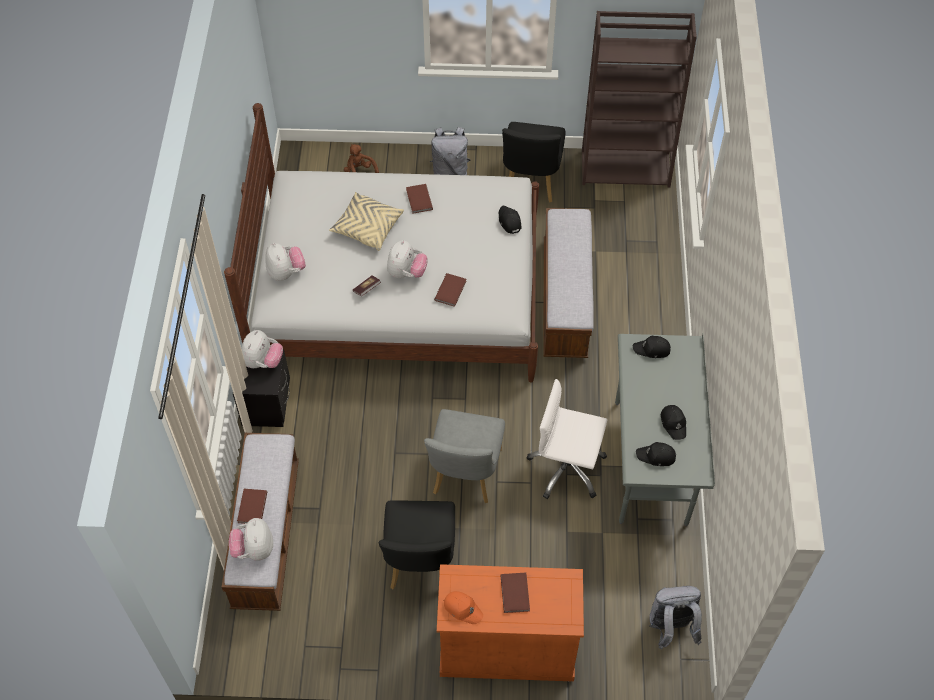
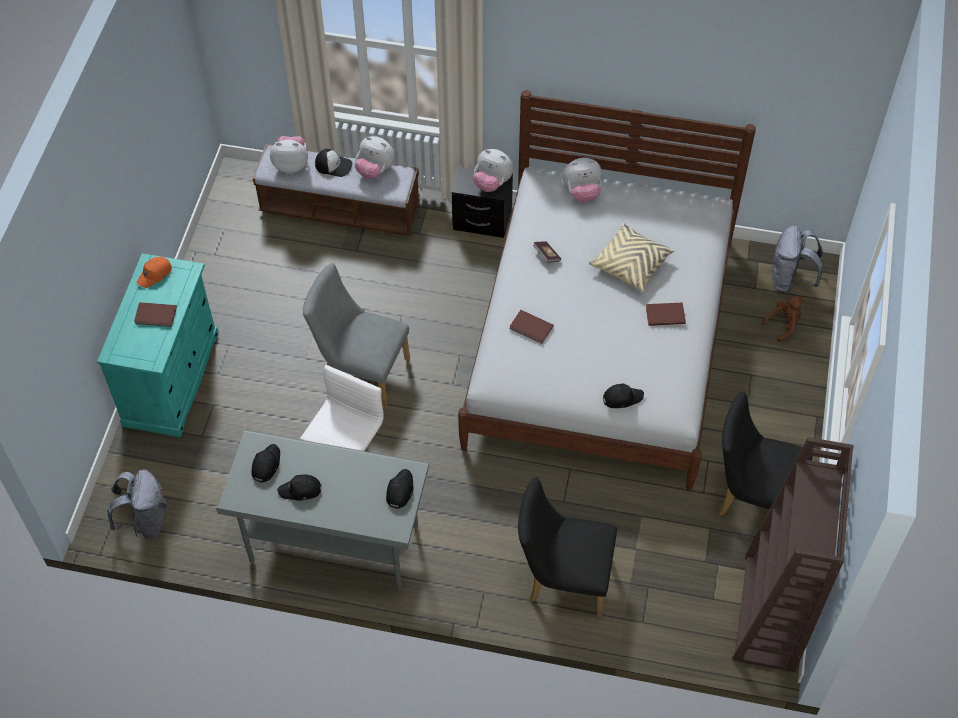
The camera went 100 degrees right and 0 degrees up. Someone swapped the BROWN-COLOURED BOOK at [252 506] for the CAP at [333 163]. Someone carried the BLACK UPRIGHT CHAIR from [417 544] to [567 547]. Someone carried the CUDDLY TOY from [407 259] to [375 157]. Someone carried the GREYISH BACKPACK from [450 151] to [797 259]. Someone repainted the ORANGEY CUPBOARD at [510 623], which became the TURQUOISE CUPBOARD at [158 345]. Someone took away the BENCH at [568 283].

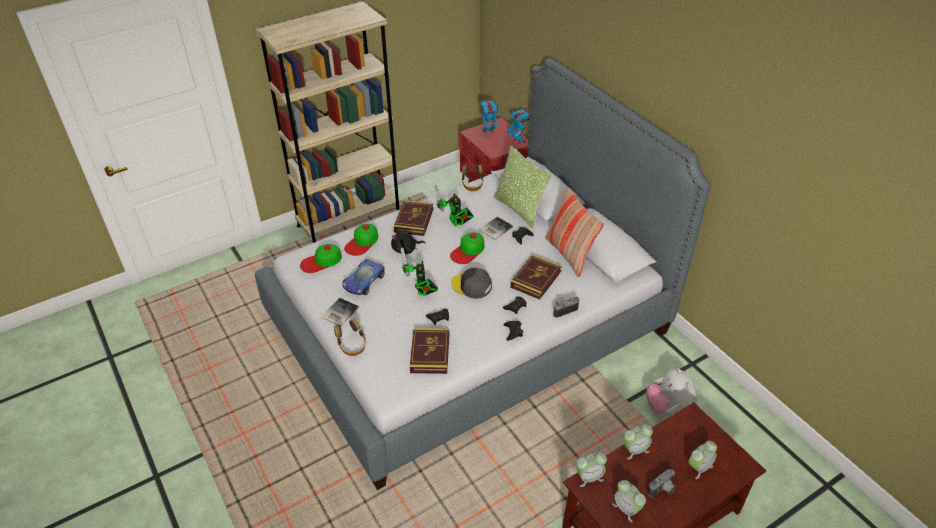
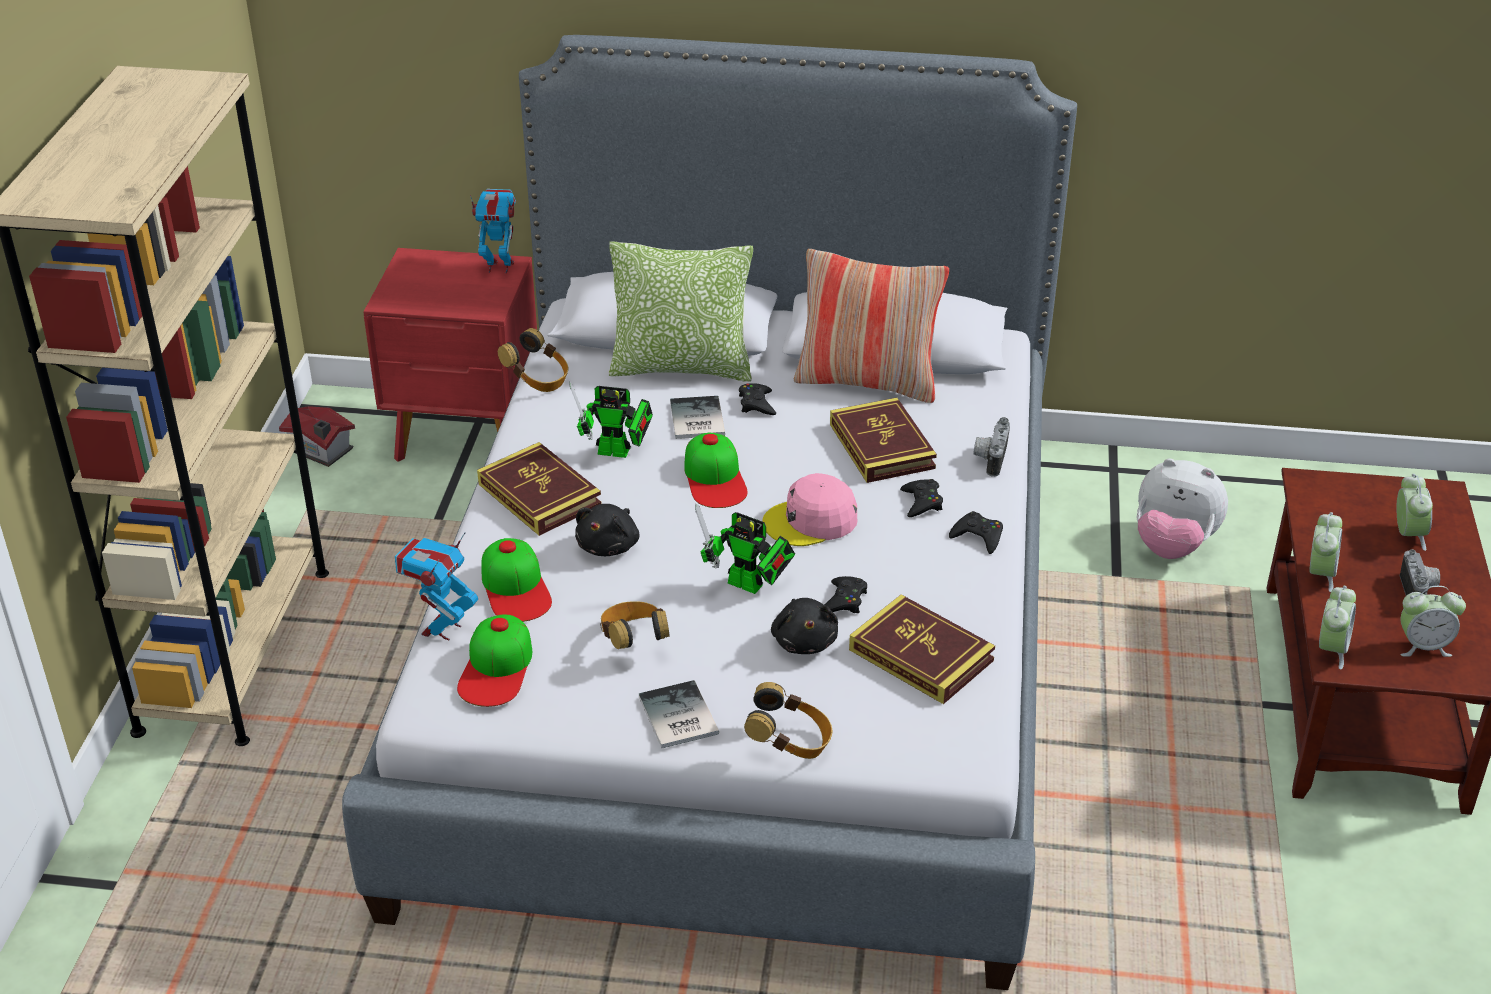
The camera went 50 degrees left and 5 degrees down. Someone swapped the TOY CAR at [363 277] for the HEADPHONES at [635 625]. Someone repainted the GREYISH CAP at [471 283], which became the PINK-COLOURED CAP at [810 509]. Someone carried the MODEL ROBOT from [489 116] to [436 586]. Someone put down the TOY HOUSE at [317 436]. Someone put down the BLACK CUDDLY TOY at [804 626].

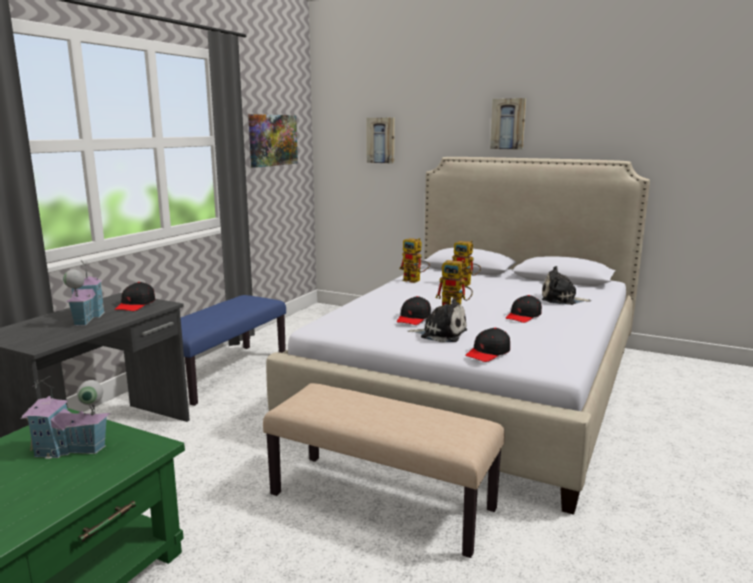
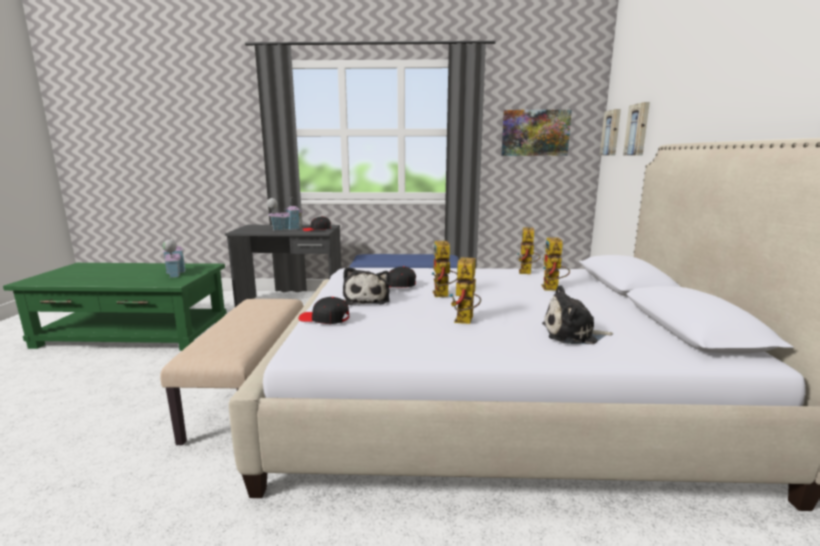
The camera went 65 degrees right and 0 degrees up. Someone carried the WALL ART from [508 124] to [610 132]. Someone swapped the BLACK CAP at [524 309] for the MODEL ROBOT at [465 290]. Someone rotated the CUDDLY TOY at [566 285] by 75 degrees counterclockwise.

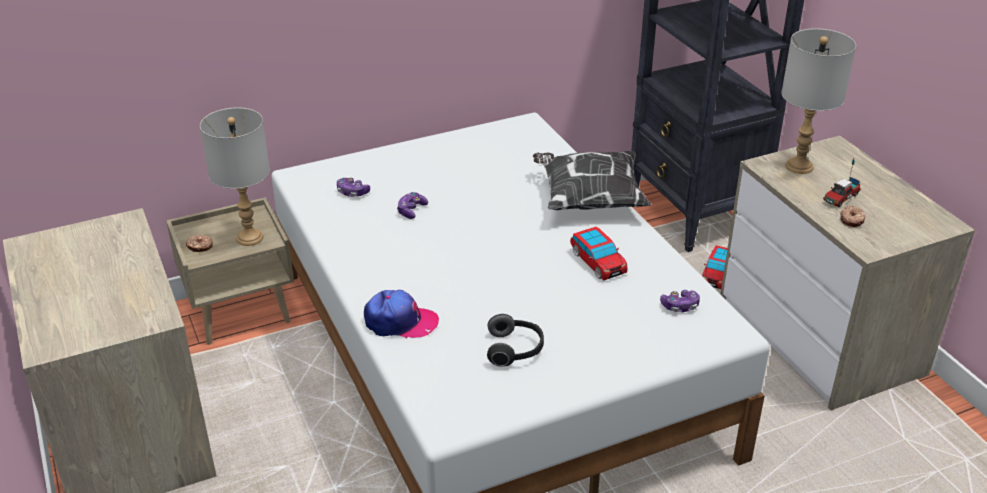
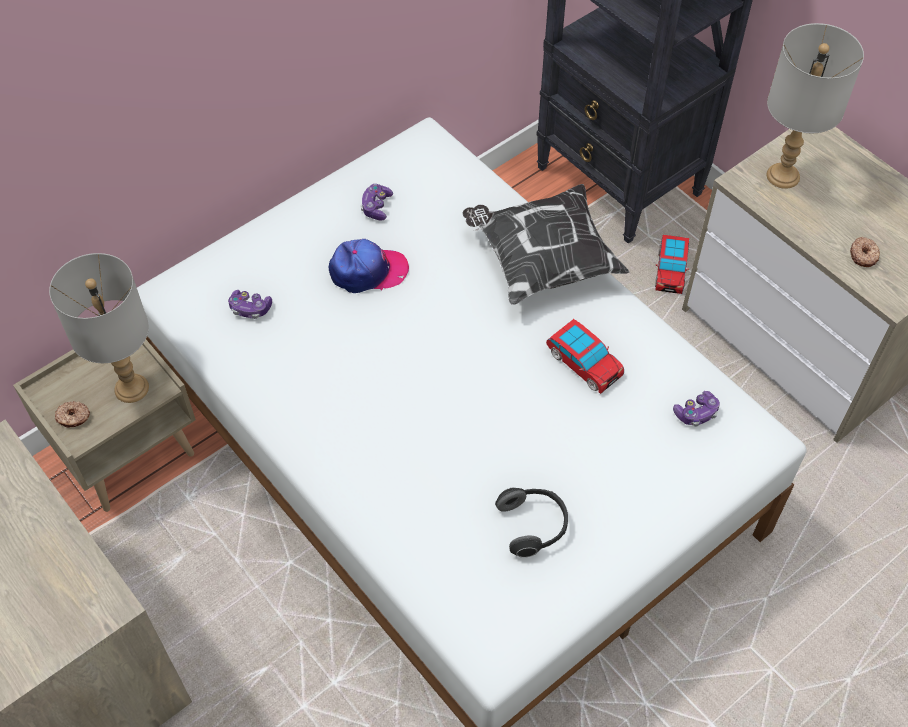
The camera went 15 degrees left and 20 degrees up. Someone carried the CAP from [401 314] to [369 266]. Someone carried the JOYPAD from [412 205] to [376 202]. Someone took away the TOY TRUCK at [842 183].

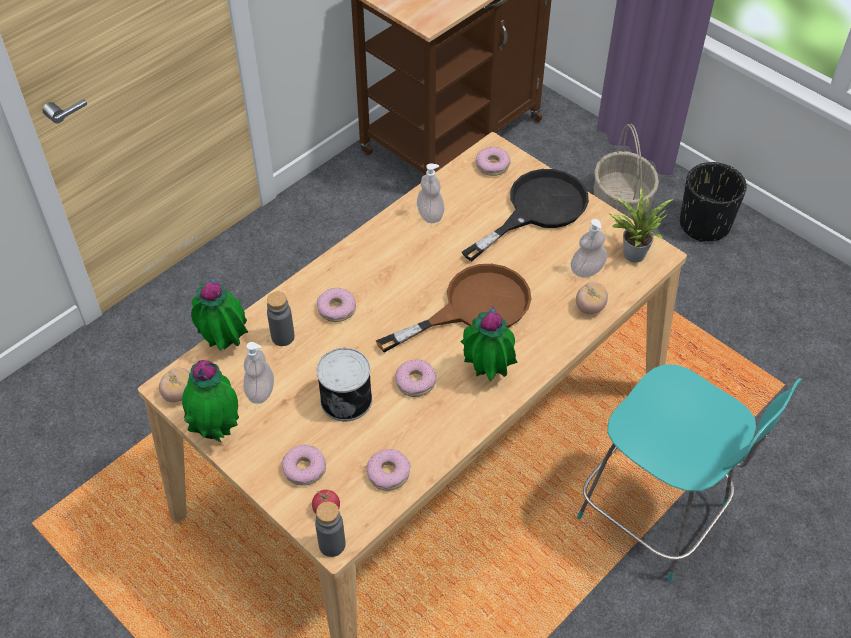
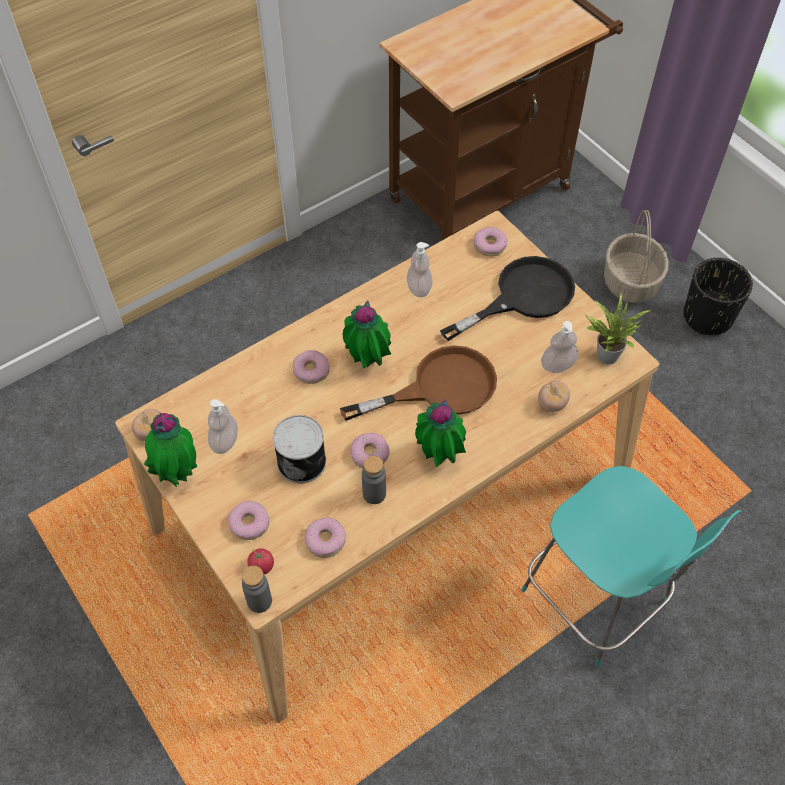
The camera went 10 degrees right and 5 degrees up. Someone carried the HOUSEPLANT from [219 313] to [367 334]. Someone carried the GREYISH DRINK BOTTLE from [281 319] to [374 480].

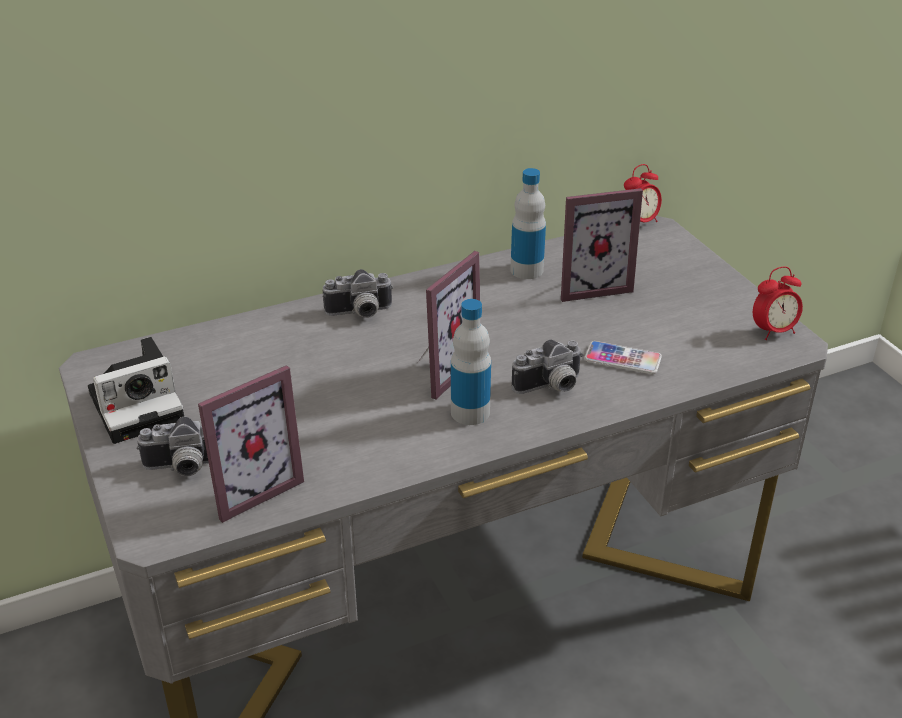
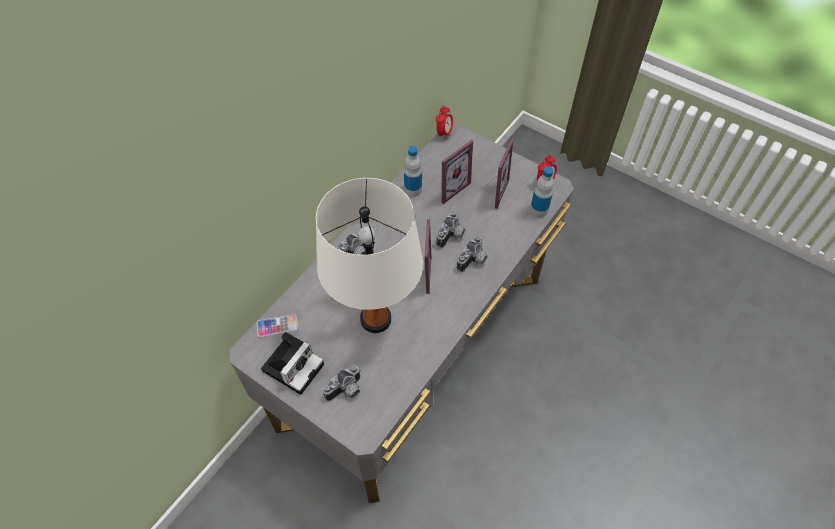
The camera went 30 degrees left and 20 degrees up. Someone carried the STANDING FRAME from [251 444] to [497 173]. Someone carried the DRINK BOTTLE from [471 362] to [542 191]. Someone carried the PHONE from [623 357] to [277 326]. Someone put down the WHITE LAMP FOR A TABLE at [369 255]. Someone put down the PHOTO CAMERA at [451 229].

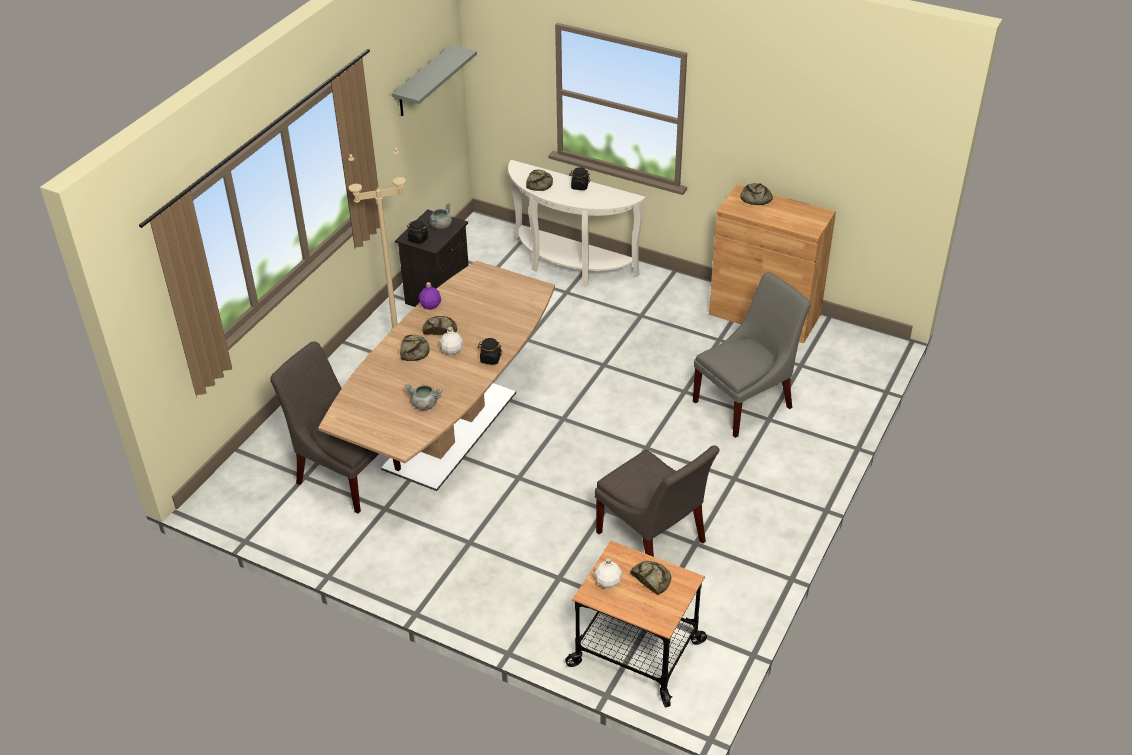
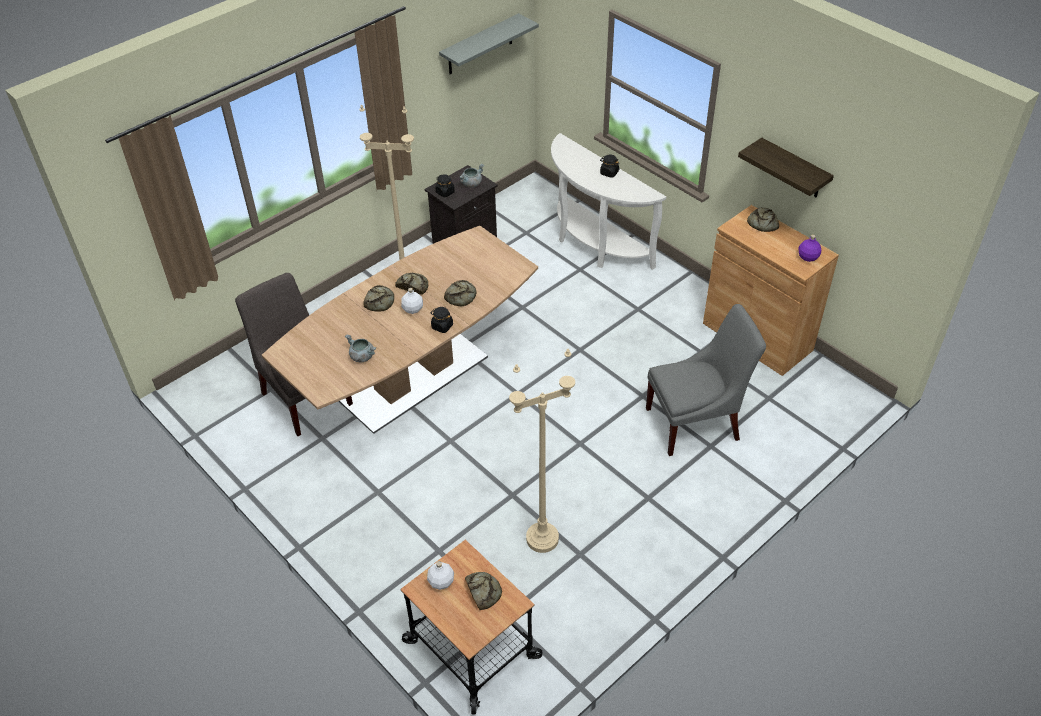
The camera went 20 degrees right and 5 degrees up. Someone carried the PURPLISH DRINK BOTTLE from [430 295] to [809 248]. Someone carried the BAKERY BREAD from [539 180] to [460 293]. Someone swapped the GREYISH UPRIGHT CHAIR at [657 501] for the BEIGE FLOOR LAMP at [542 451]. Someone put up the BRACKET SHELF at [786 167].

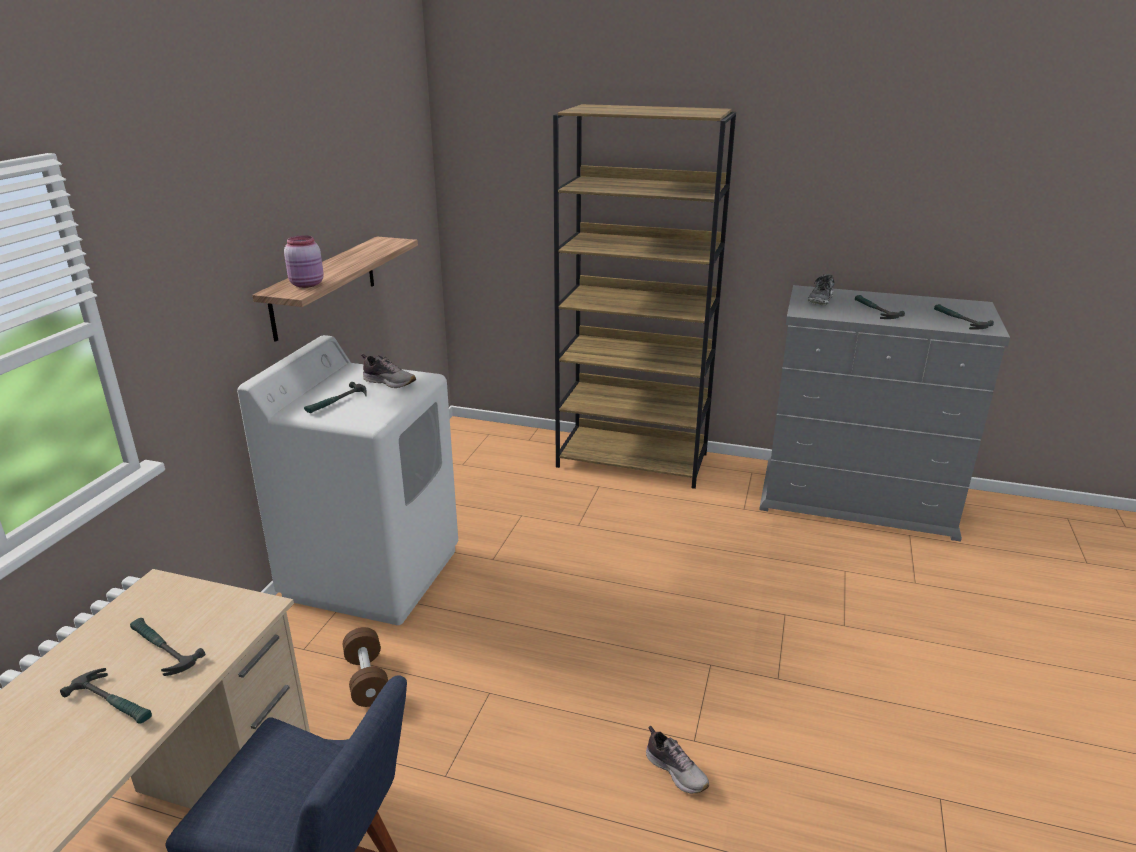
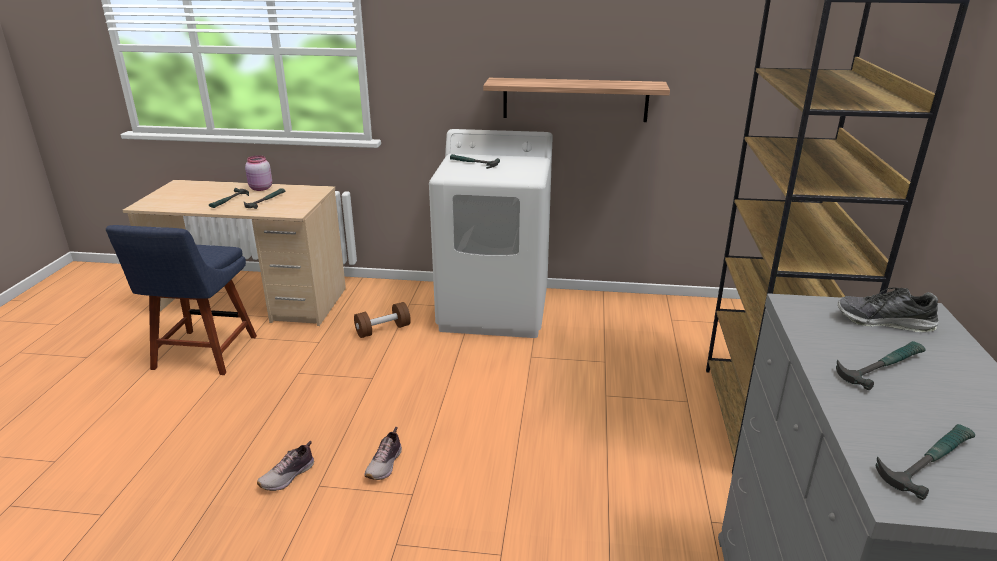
The camera went 80 degrees right and 0 degrees up. Someone carried the PINK-COLOURED JAR from [304 261] to [258 173]. Someone carried the ITEM OF FOOTWEAR from [388 371] to [383 453].

